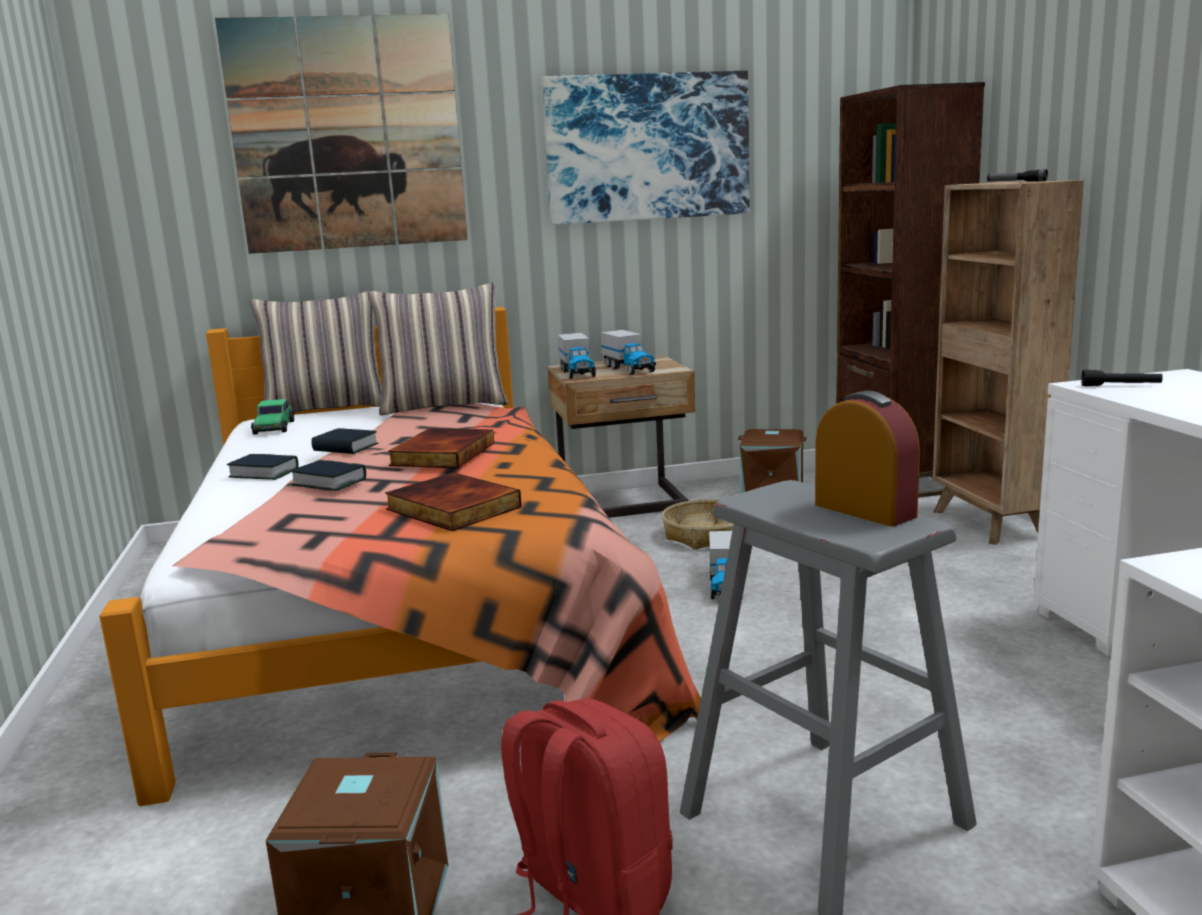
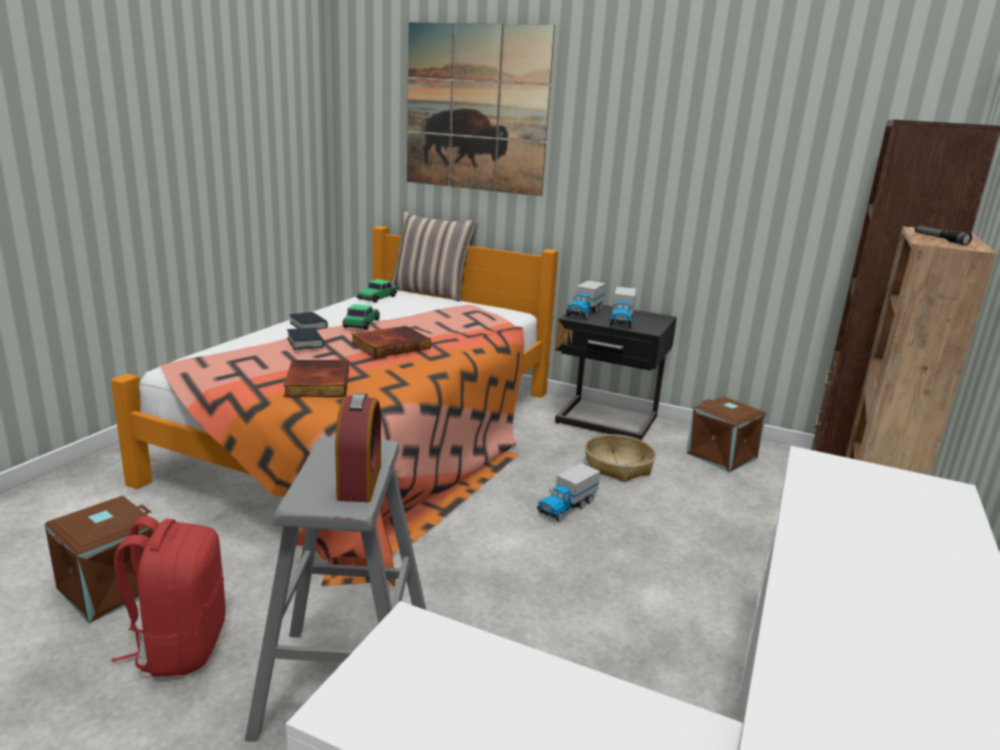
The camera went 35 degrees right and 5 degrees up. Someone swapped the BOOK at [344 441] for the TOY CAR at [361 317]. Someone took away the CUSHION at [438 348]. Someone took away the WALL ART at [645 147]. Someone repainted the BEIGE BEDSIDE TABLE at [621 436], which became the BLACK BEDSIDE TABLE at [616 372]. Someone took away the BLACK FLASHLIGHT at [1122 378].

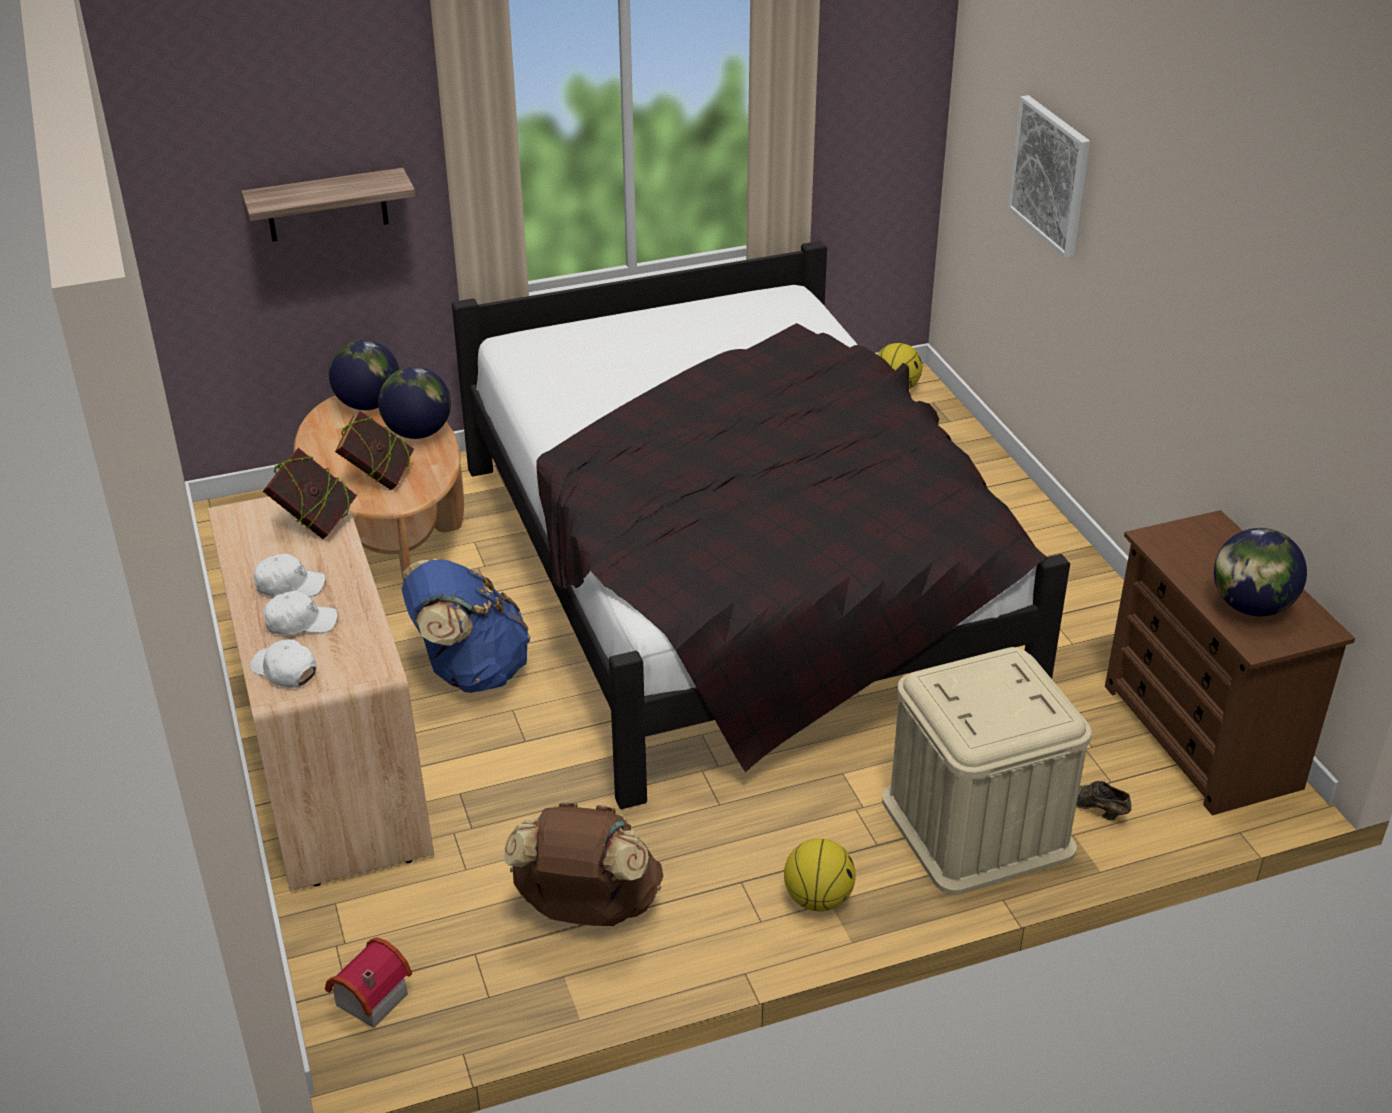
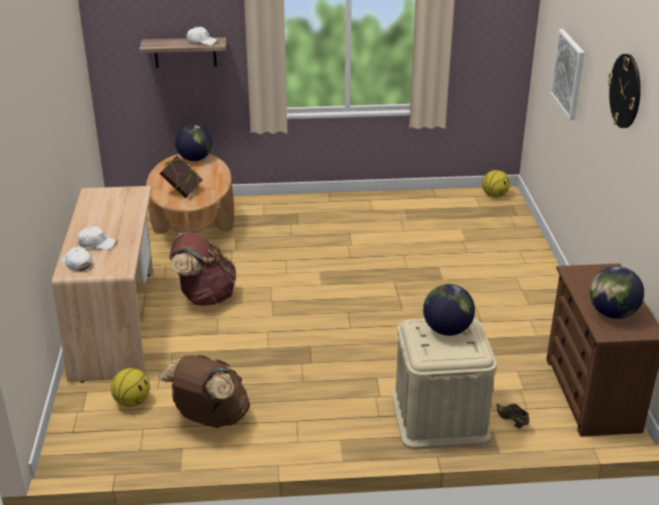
The camera went 15 degrees right and 5 degrees down. Someone carried the WHITE CAP from [289 575] to [202 36]. Someone took away the BOOK at [310 493]. Someone took away the TOY HOUSE at [368 982]. Someone carried the GLOBE from [414 403] to [449 310]. Someone repainted the BLUISH BACKPACK at [466 626], which became the BROWN-COLOURED BACKPACK at [202 269]. Someone took away the BLACK BED at [761 525]. Someone carried the BASKETBALL BALL from [820 875] to [130 387]. Someone put up the HANGING CLOCK at [624 91].

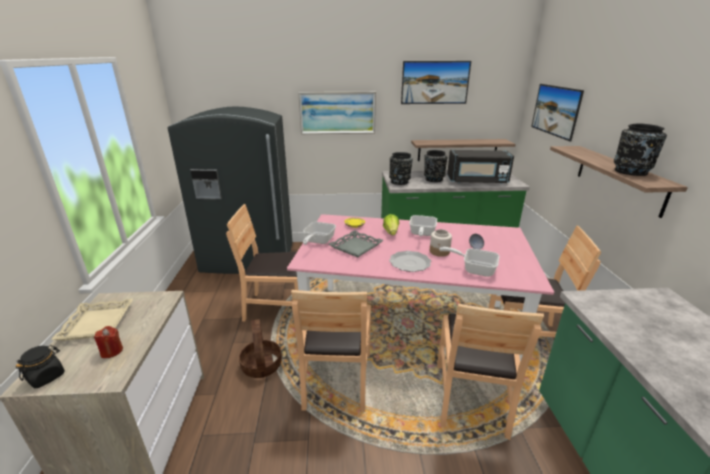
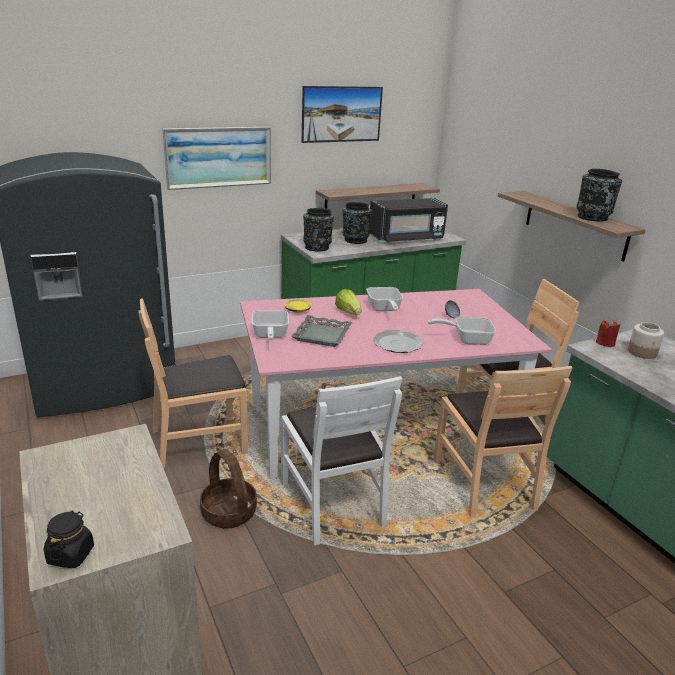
The camera went 25 degrees left and 0 degrees up. Someone took away the BEIGE TRAY at [92 320]. Someone carried the REDDISH CANDLE from [108 342] to [608 333]. Someone repainted the BROWN-COLOURED UPRIGHT CHAIR at [331 351], which became the WHITE UPRIGHT CHAIR at [341 461]. Someone carried the JAR from [441 243] to [646 340]. Someone took away the WALL ART at [557 112].

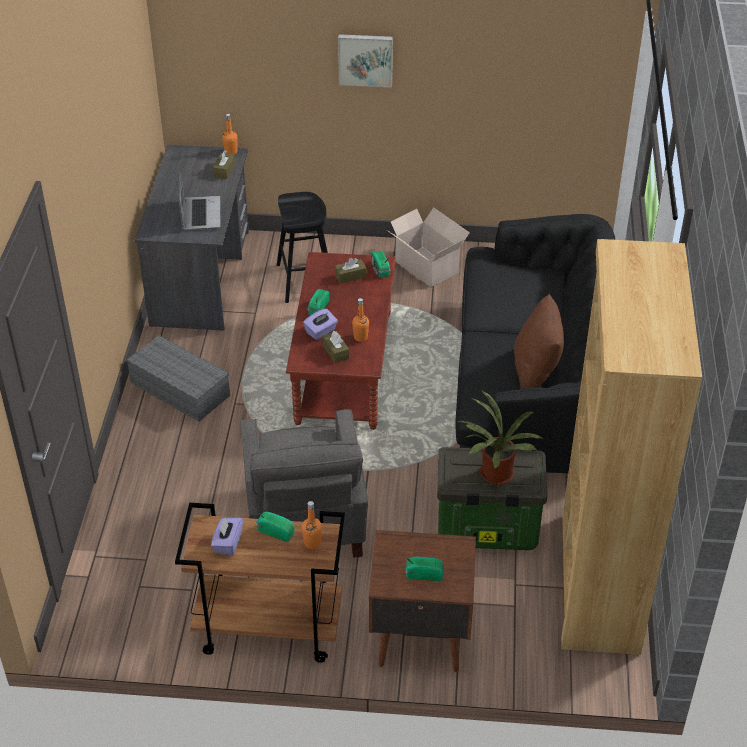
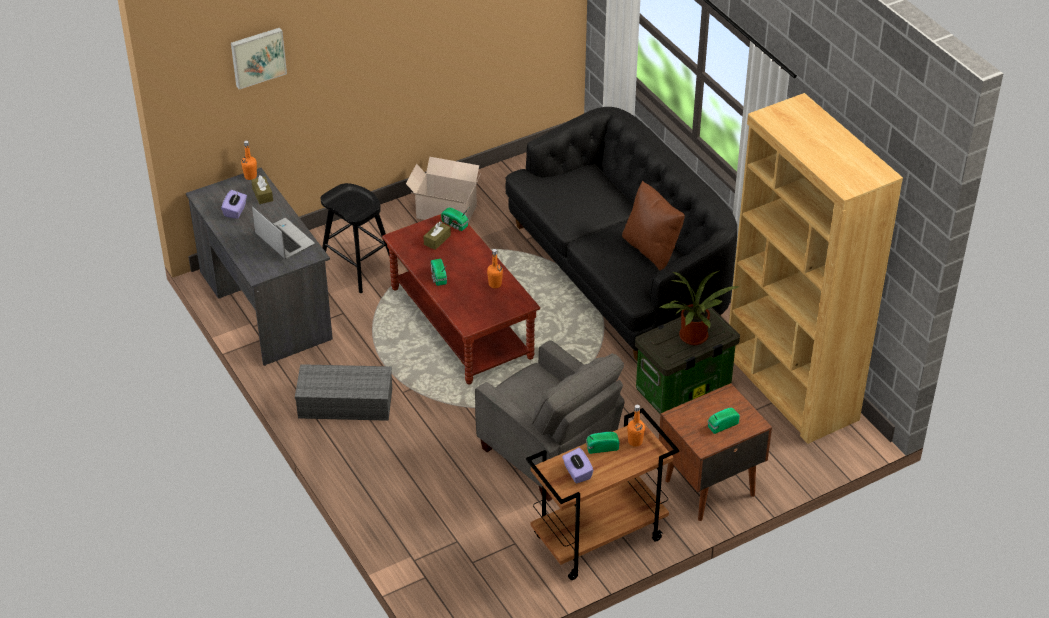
The camera went 35 degrees left and 0 degrees up. Someone carried the PURPLISH TISSUE BOX from [320 324] to [234 204]. Someone took away the BROWN-COLOURED TISSUE BOX at [335 347]. Someone carried the WALL ART from [365 60] to [259 58].

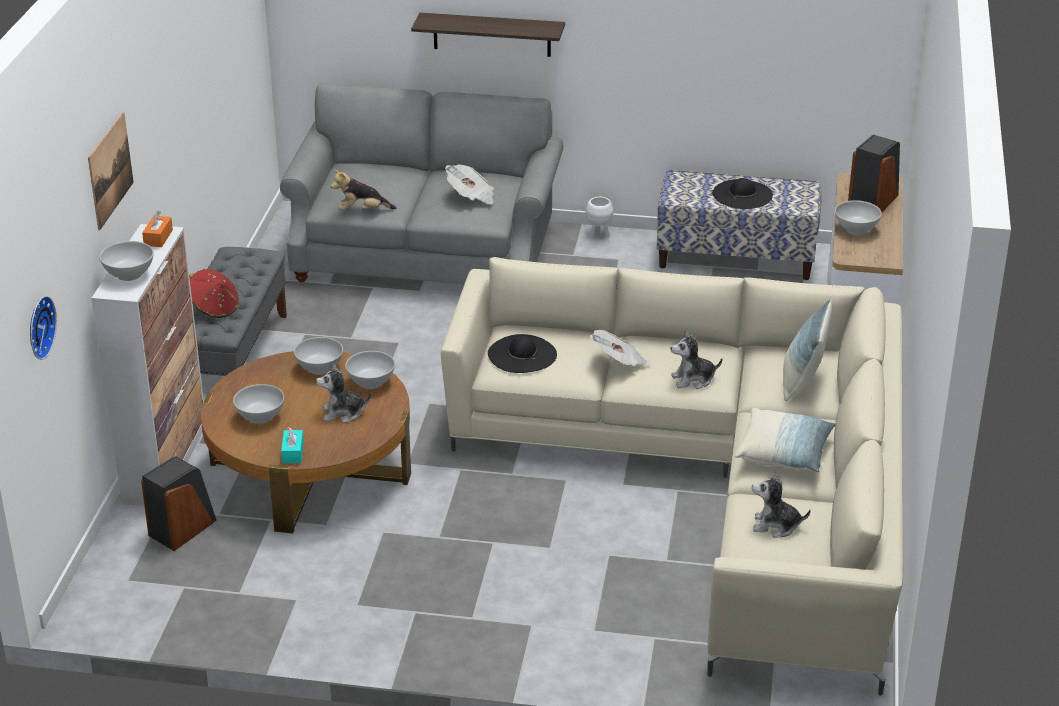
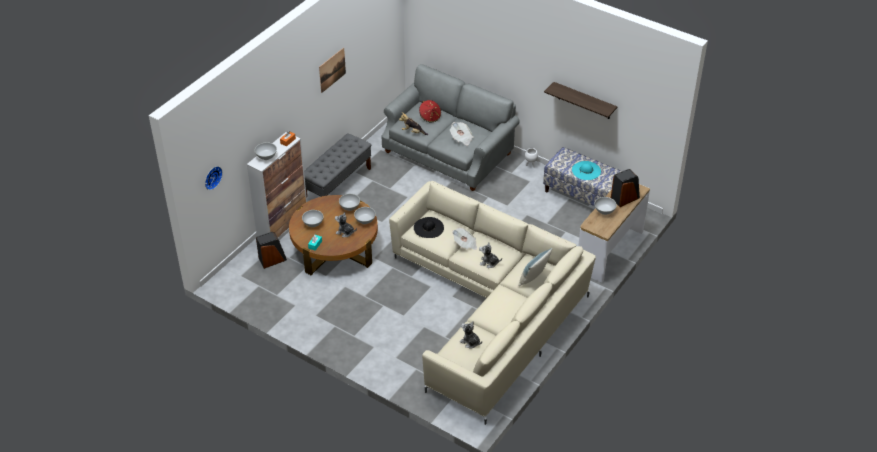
The camera went 25 degrees right and 10 degrees up. Someone carried the WALL ART from [111 171] to [332 70]. Someone carried the REDDISH HAT from [214 293] to [430 111]. Someone carried the BRACKET SHELF from [488 35] to [580 100]. Someone repainted the BLACK HAT at [742 193], which became the TURQUOISE HAT at [586 170]. Someone took away the CUSHION at [785 440].

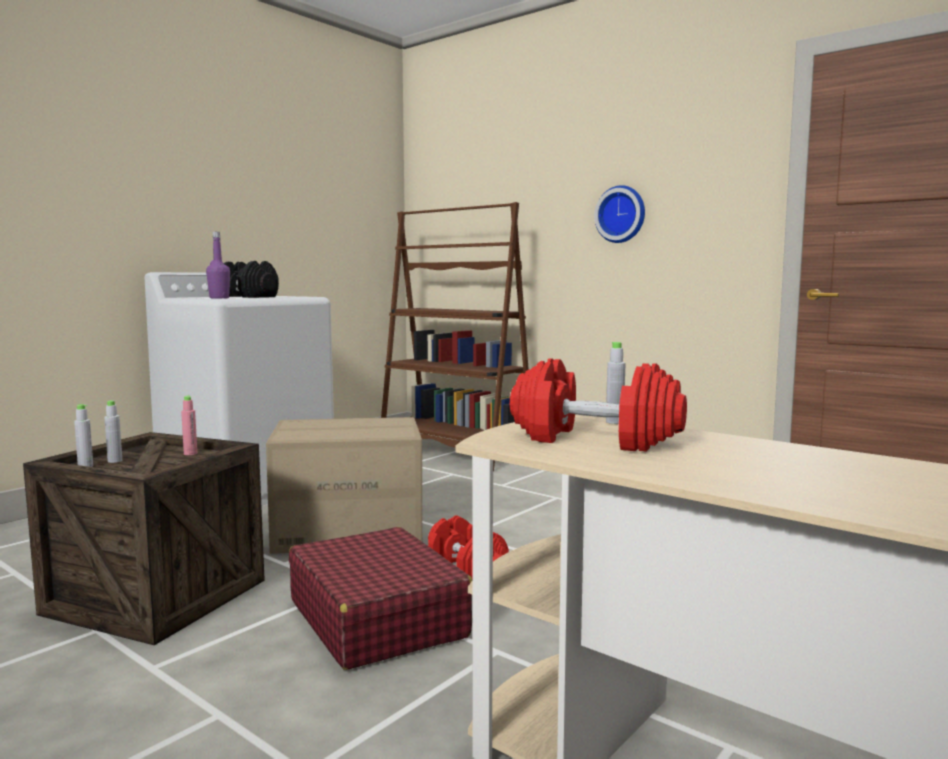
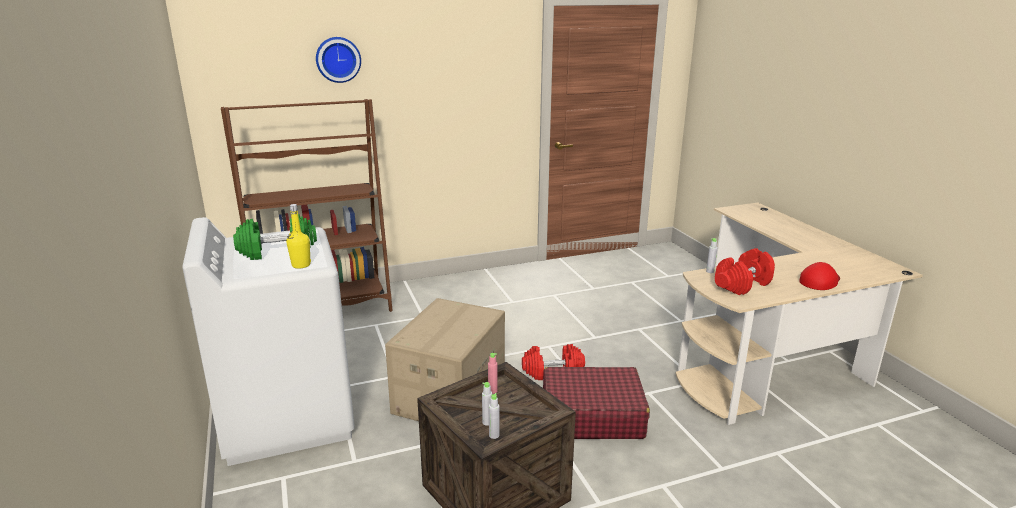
The camera went 60 degrees left and 15 degrees up. Someone repainted the PURPLISH DRINK BOTTLE at [218 265], which became the YELLOW DRINK BOTTLE at [298 236]. Someone repainted the BLACK HAND WEIGHT at [251 279], which became the GREENISH HAND WEIGHT at [275 237]. Someone carried the HANGING CLOCK from [619 214] to [338 60]. Someone put down the REDDISH CAP at [819 276].

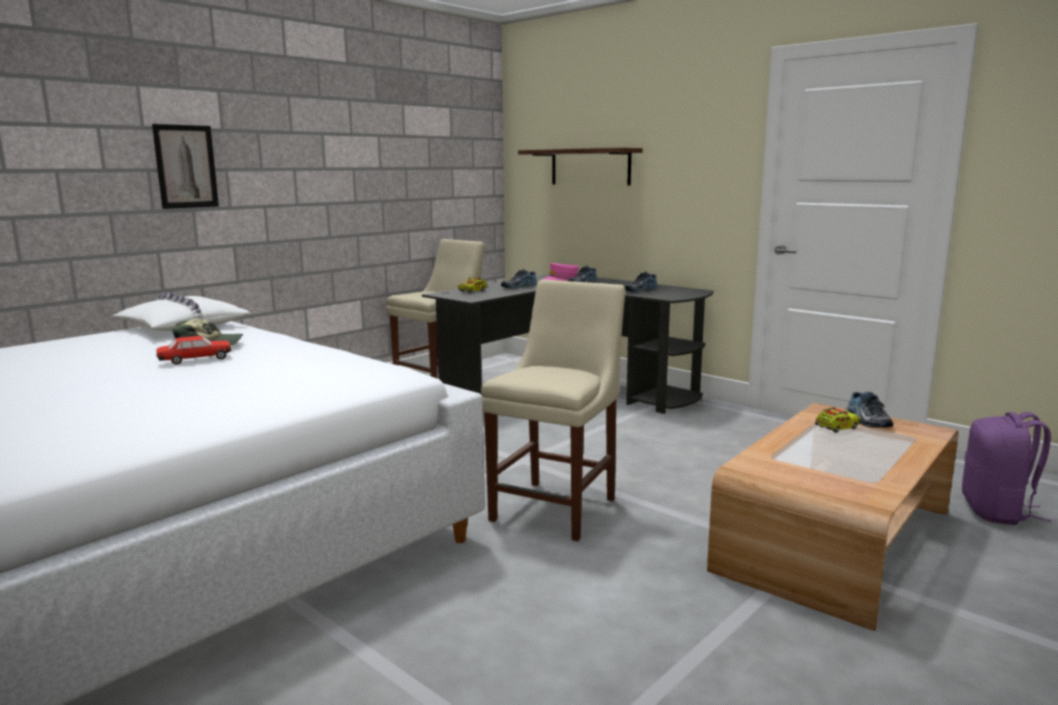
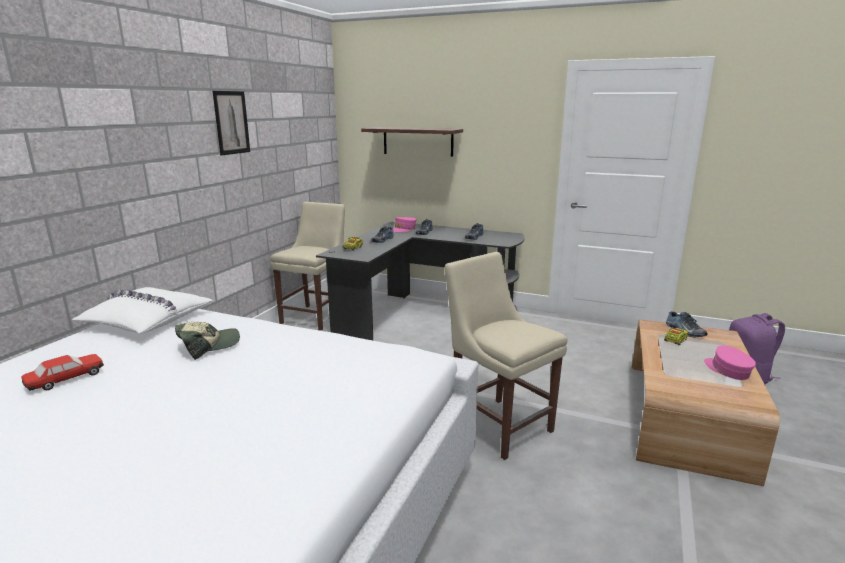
The camera went 20 degrees left and 5 degrees up. Someone carried the WALL ART from [185 166] to [231 123]. Someone carried the TOY CAR from [193 350] to [62 372]. Someone rotated the BEIGE UPRIGHT CHAIR at [553 410] by 45 degrees counterclockwise. Someone put down the PINK-COLOURED CAP at [730 362].

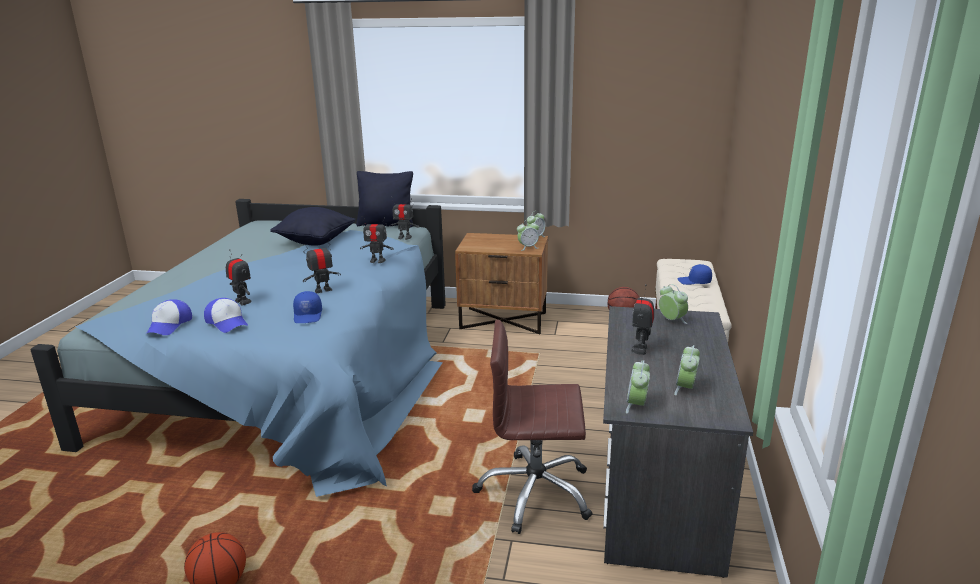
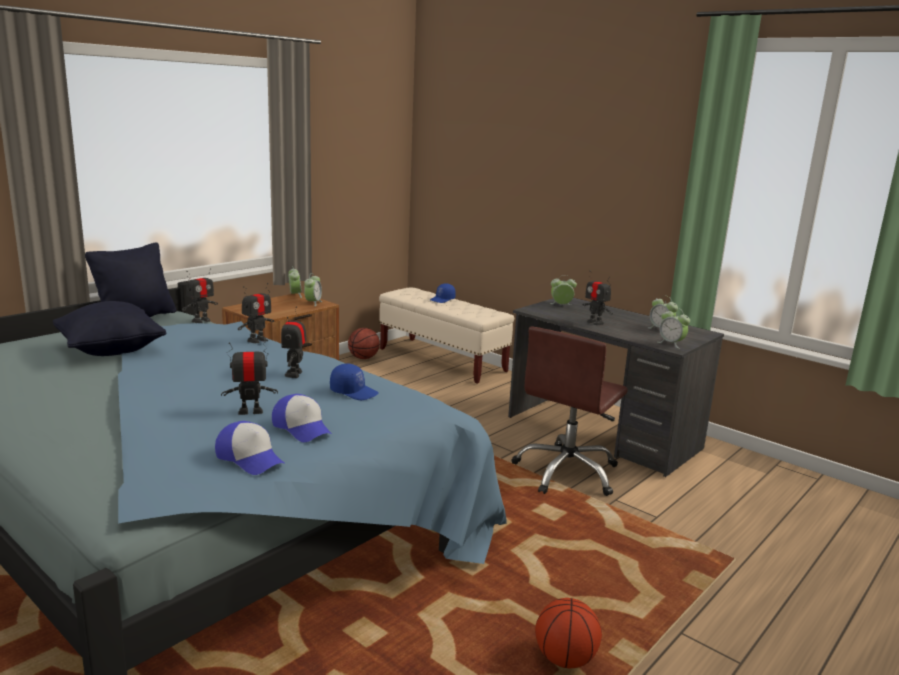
The camera went 60 degrees left and 5 degrees down. Someone rotated the CAP at [226 315] by 60 degrees clockwise.

